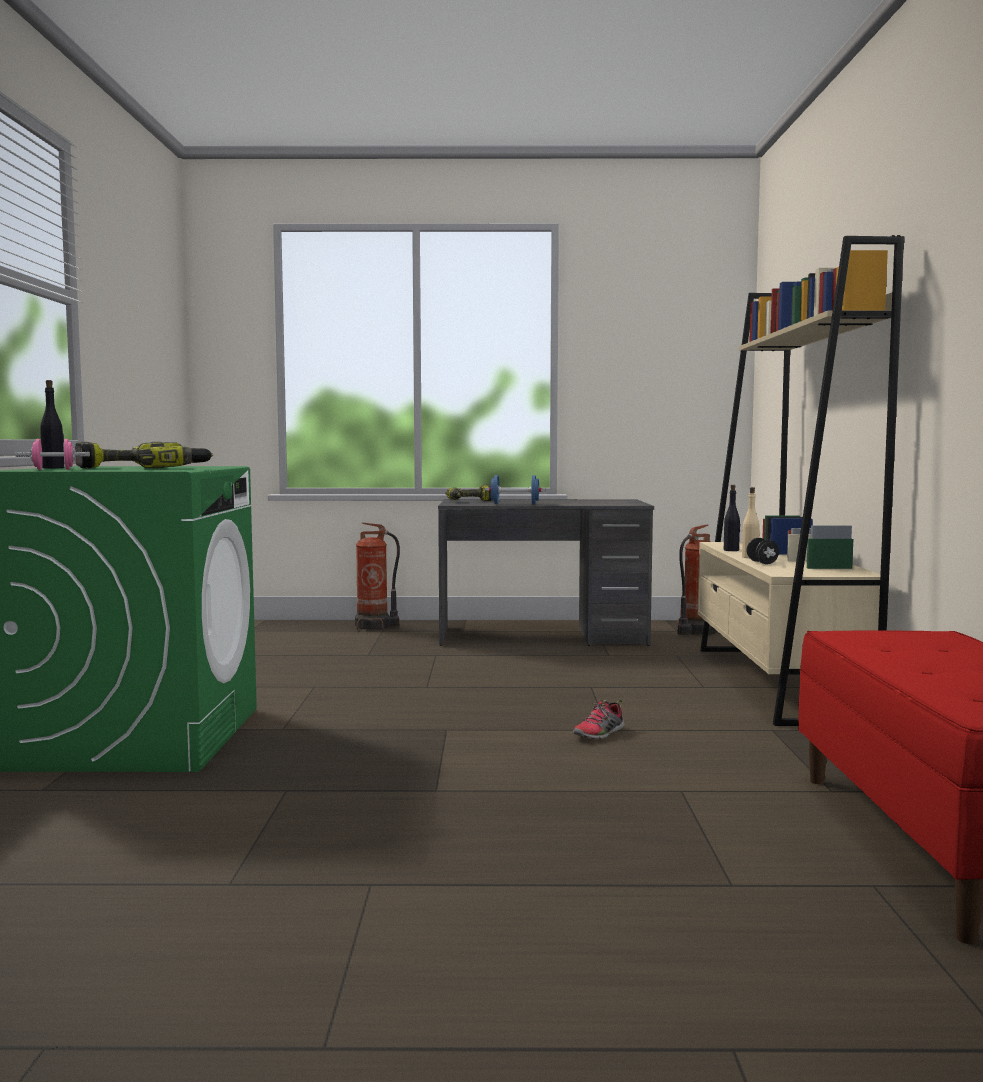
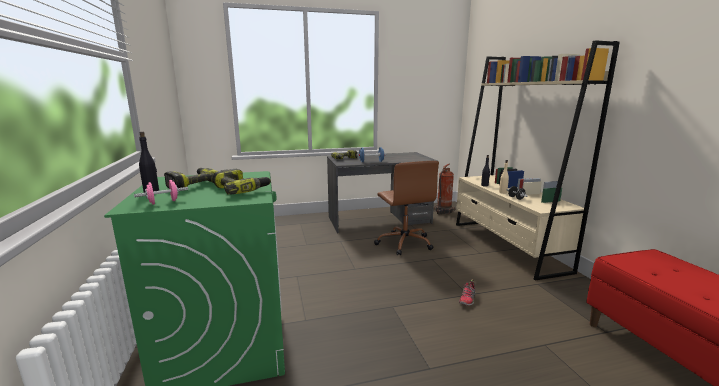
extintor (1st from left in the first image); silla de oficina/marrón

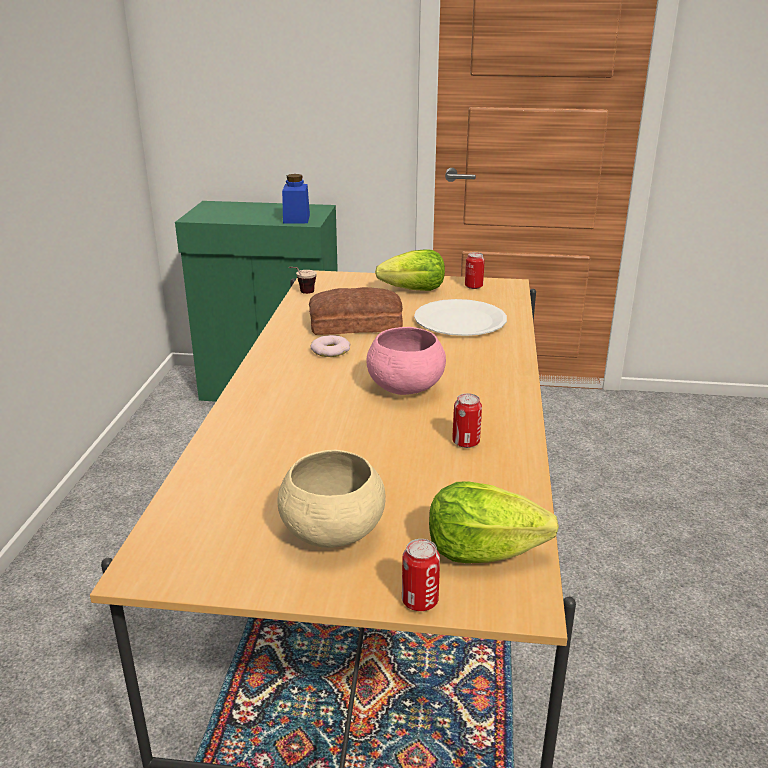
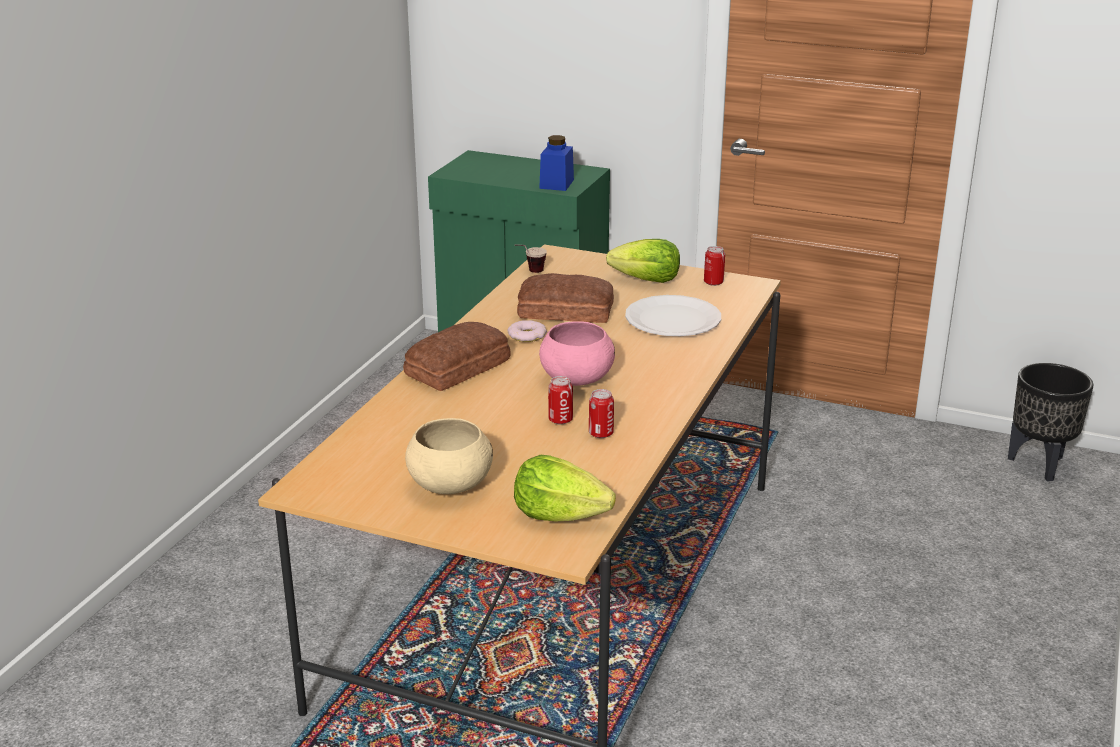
lata (1st from left); pan (1st from left); maceta/negro

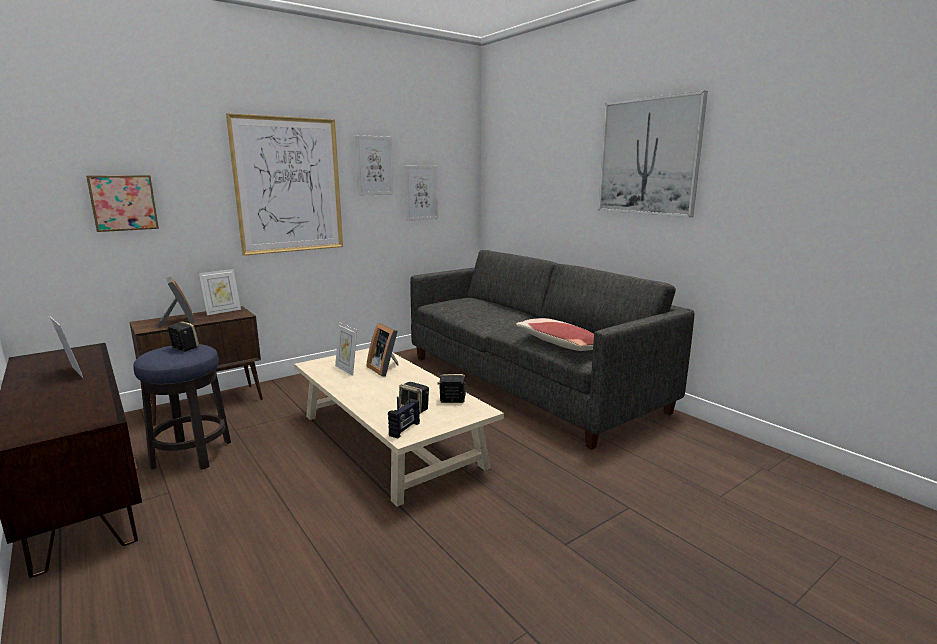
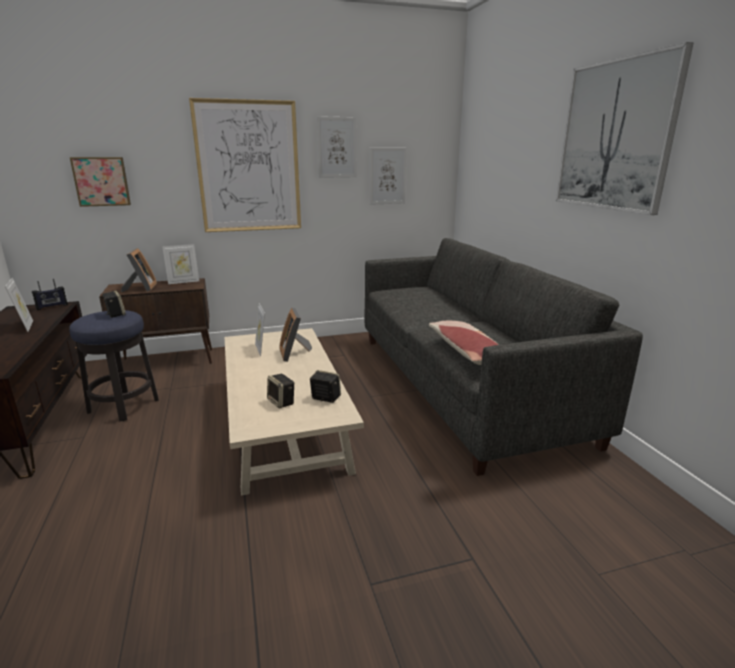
radio

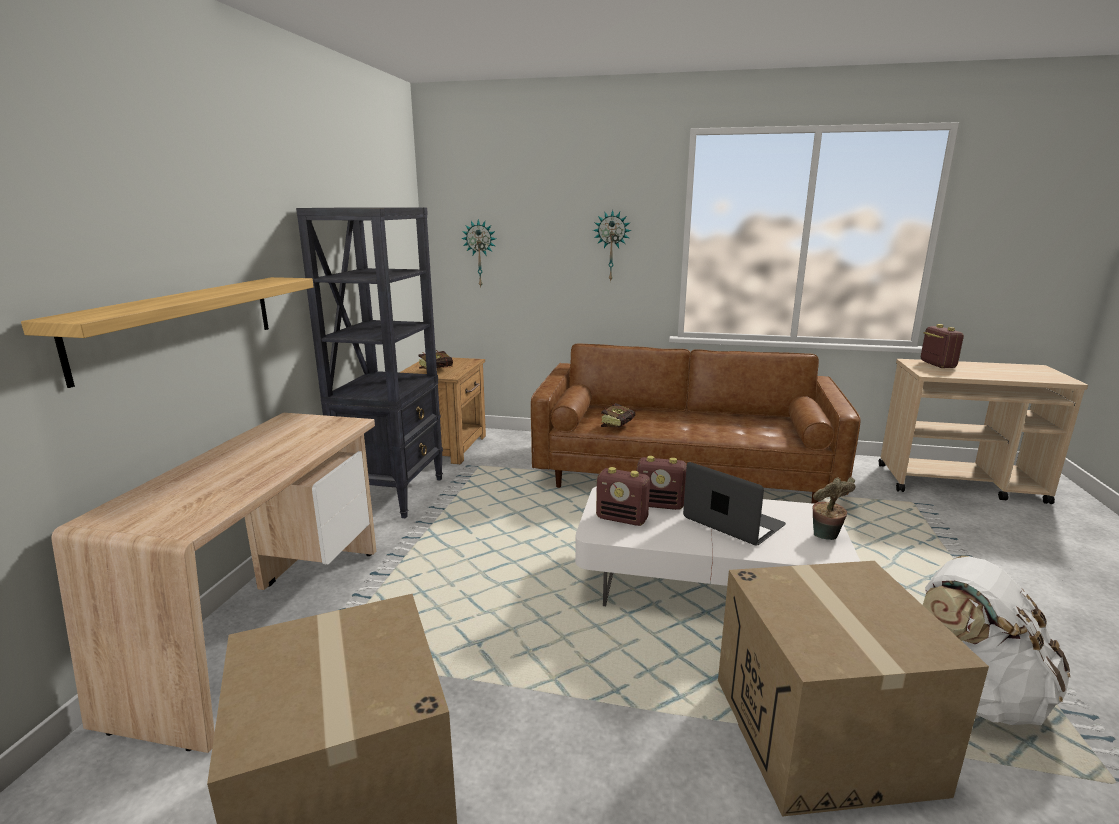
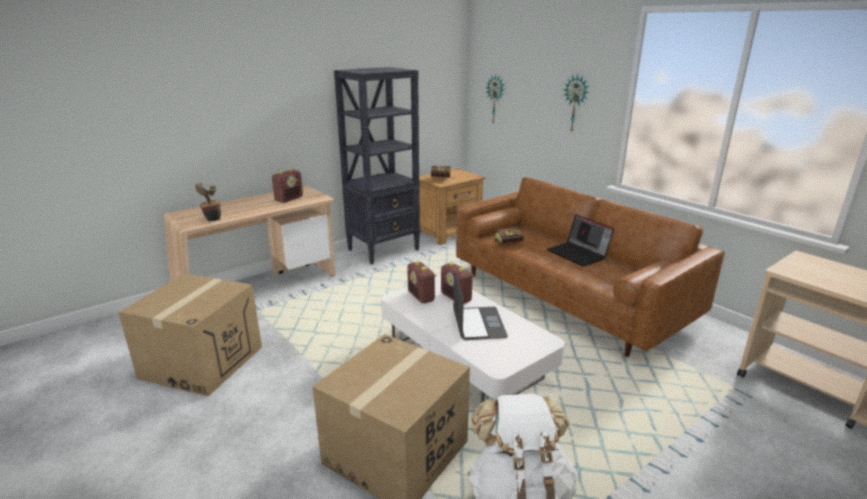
estante; radio (1st from left); planta en maceta; portátil (2nd from left)

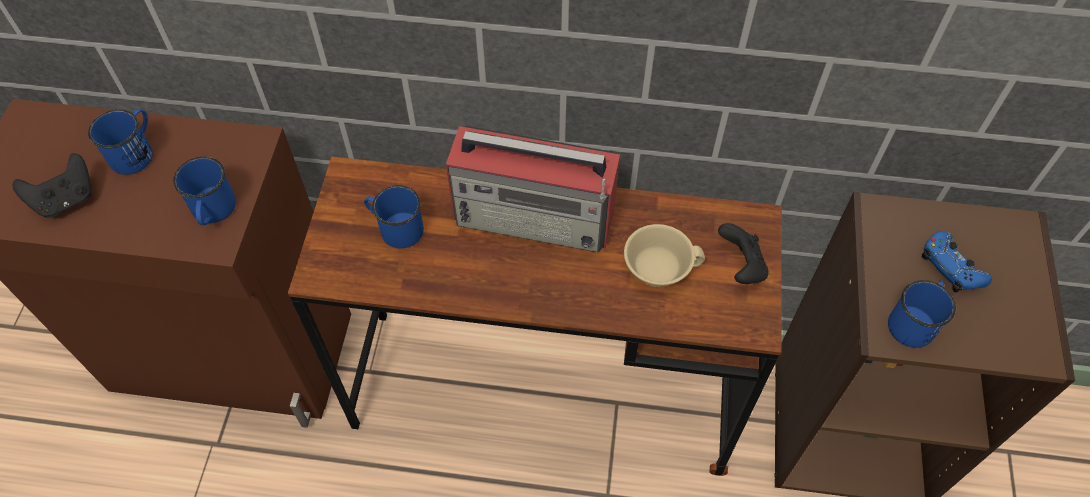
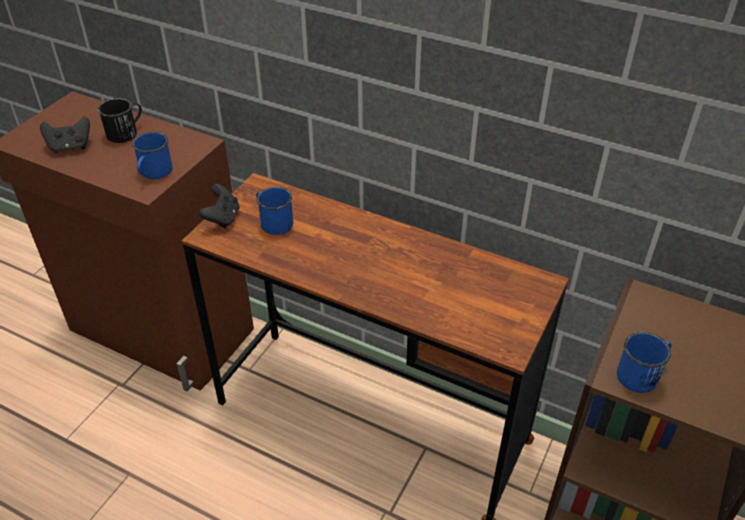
taza grande/negro; radio; mando de consola/negro (2nd from left); taza/beis; mando de consola/azul

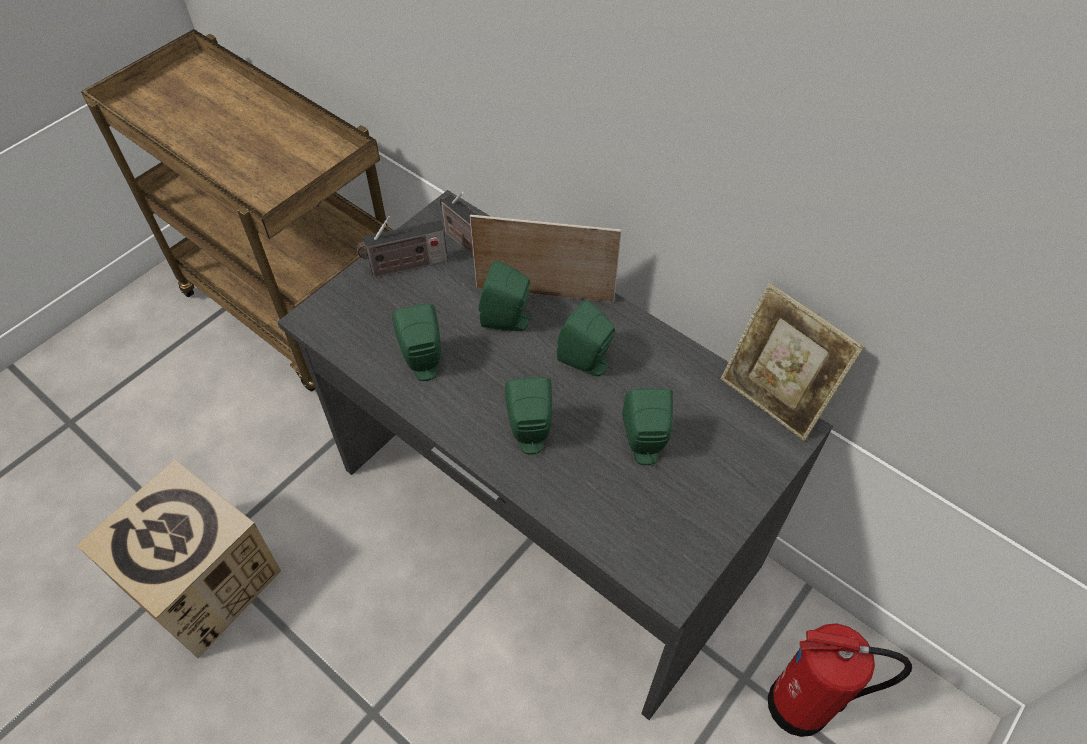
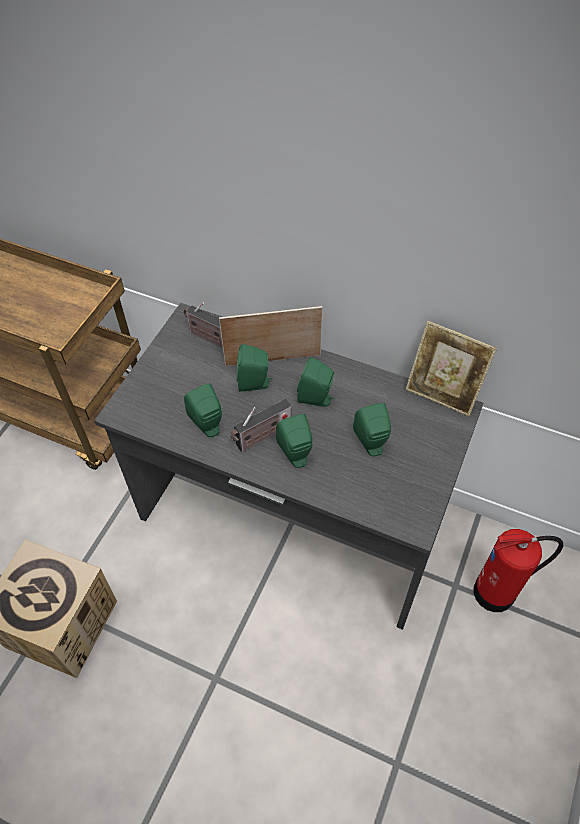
radio (2nd from left)

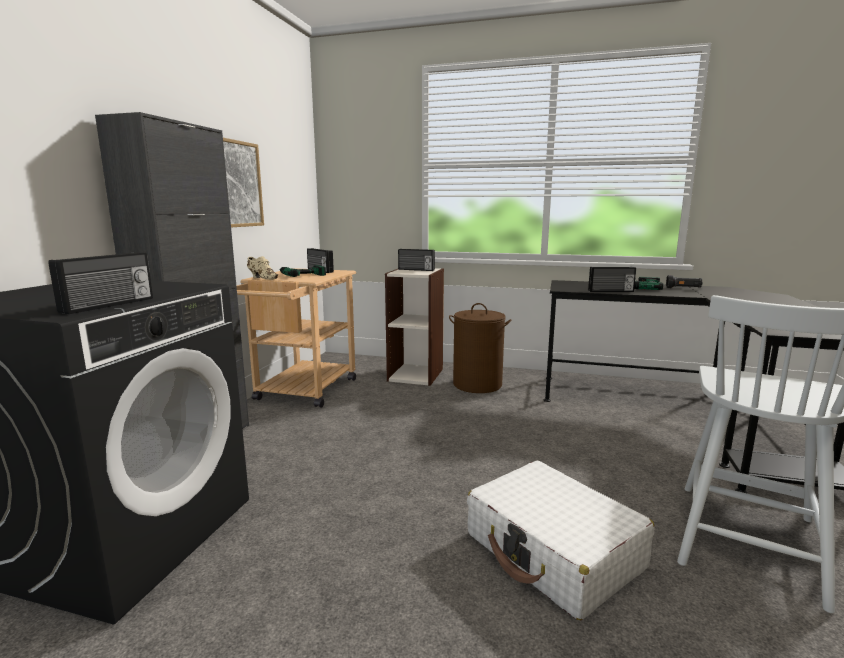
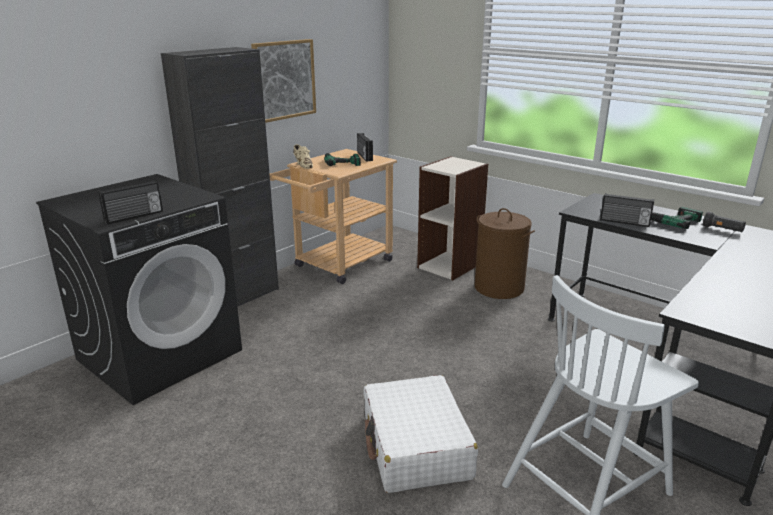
radio (3rd from left in the first image)

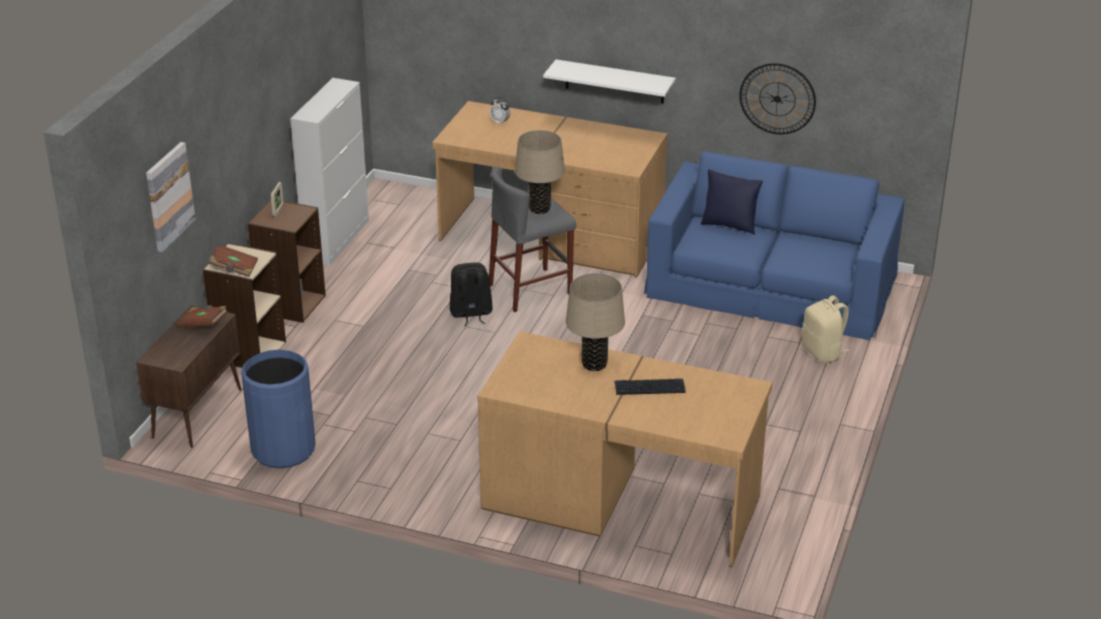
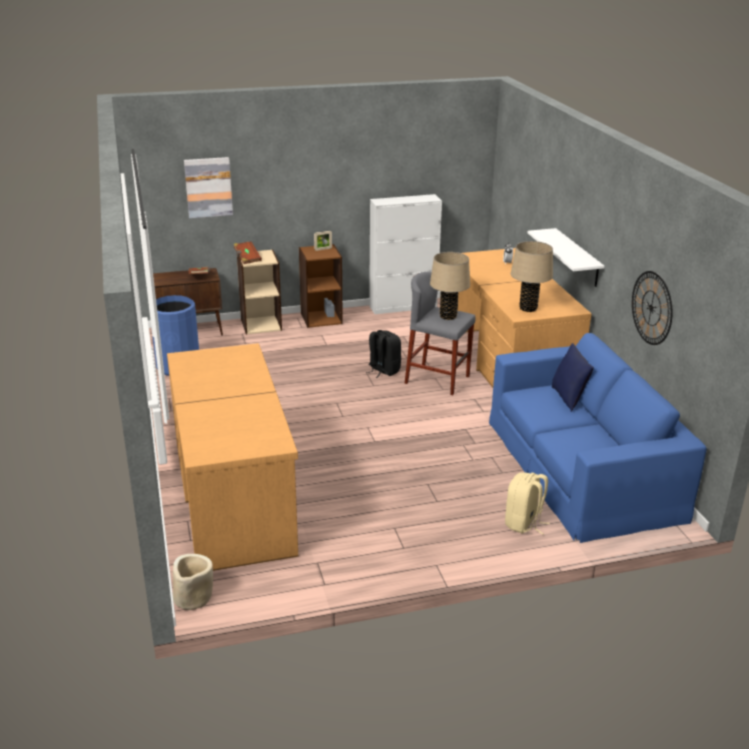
lámpara de mesa/beis (2nd from left); teclado; maceta/beis

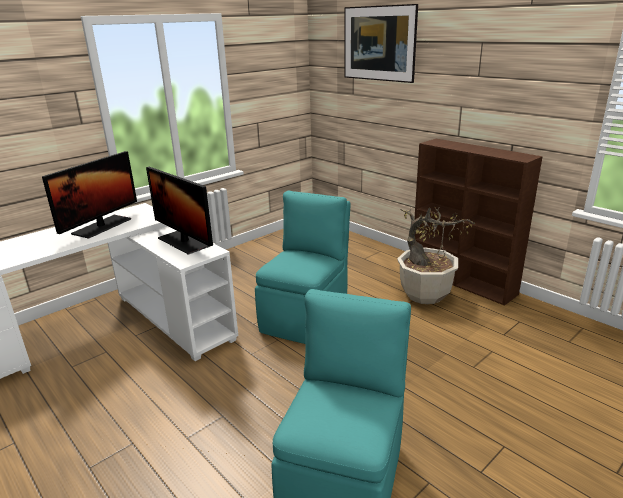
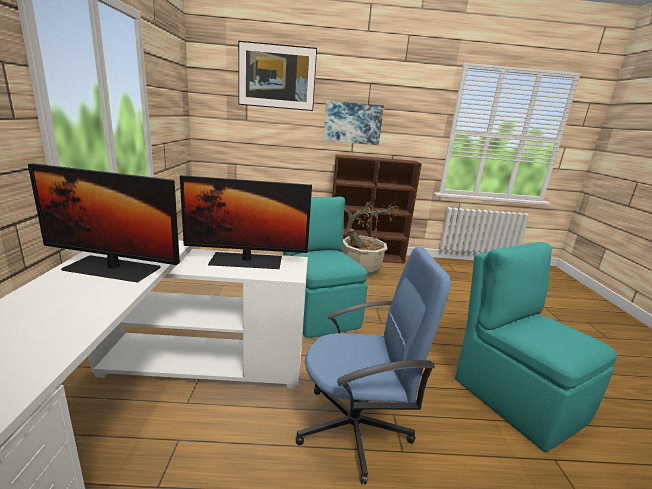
monitor (1st from left); cuadro (2nd from left); silla de oficina/azul

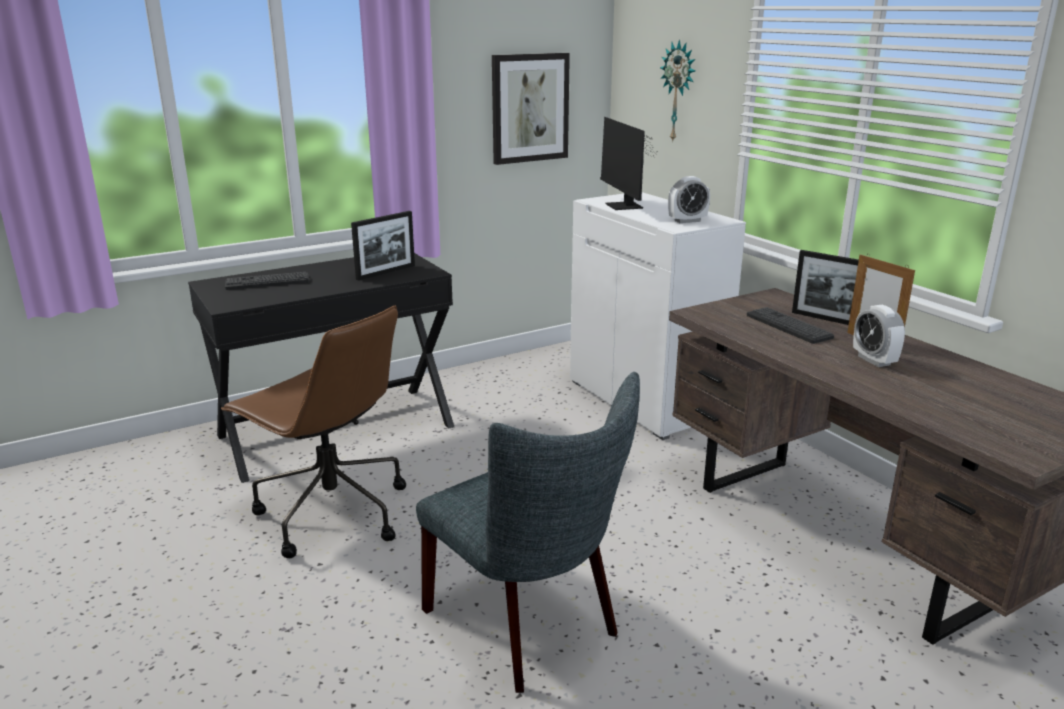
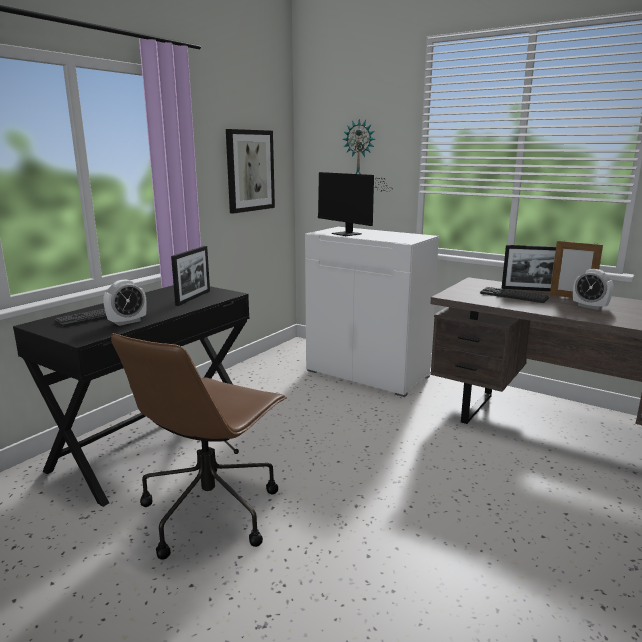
despertador (1st from left); silla de oficina/marrón; silla/gris

